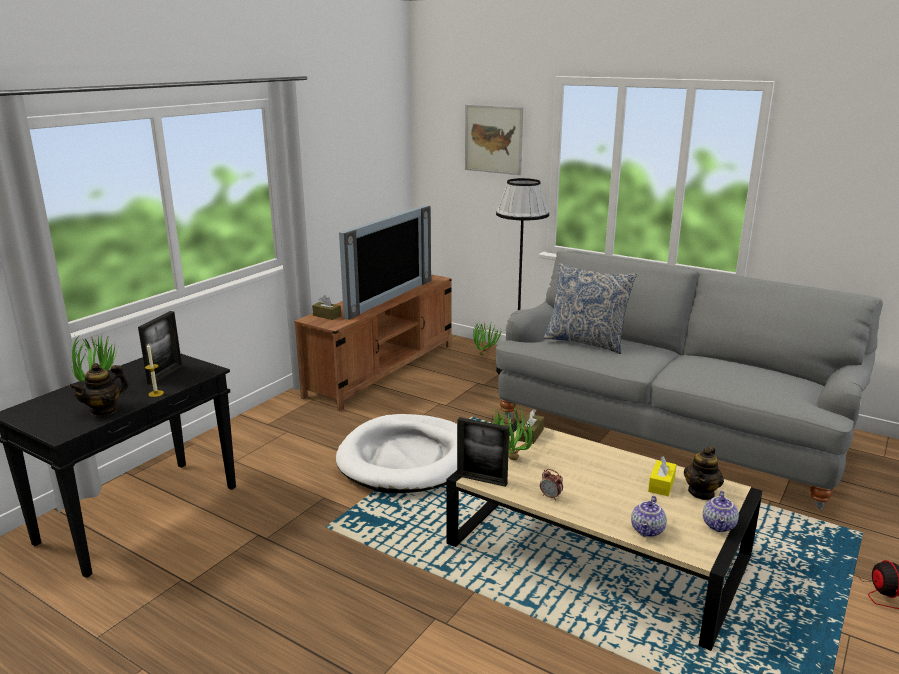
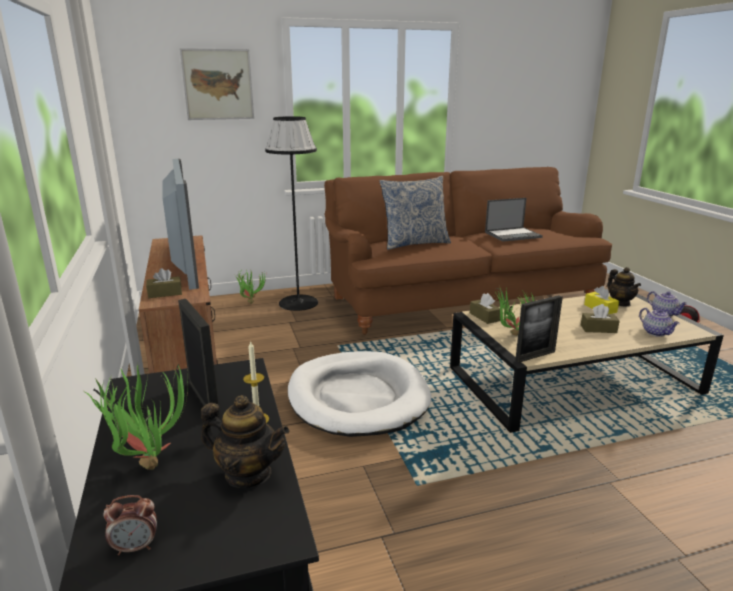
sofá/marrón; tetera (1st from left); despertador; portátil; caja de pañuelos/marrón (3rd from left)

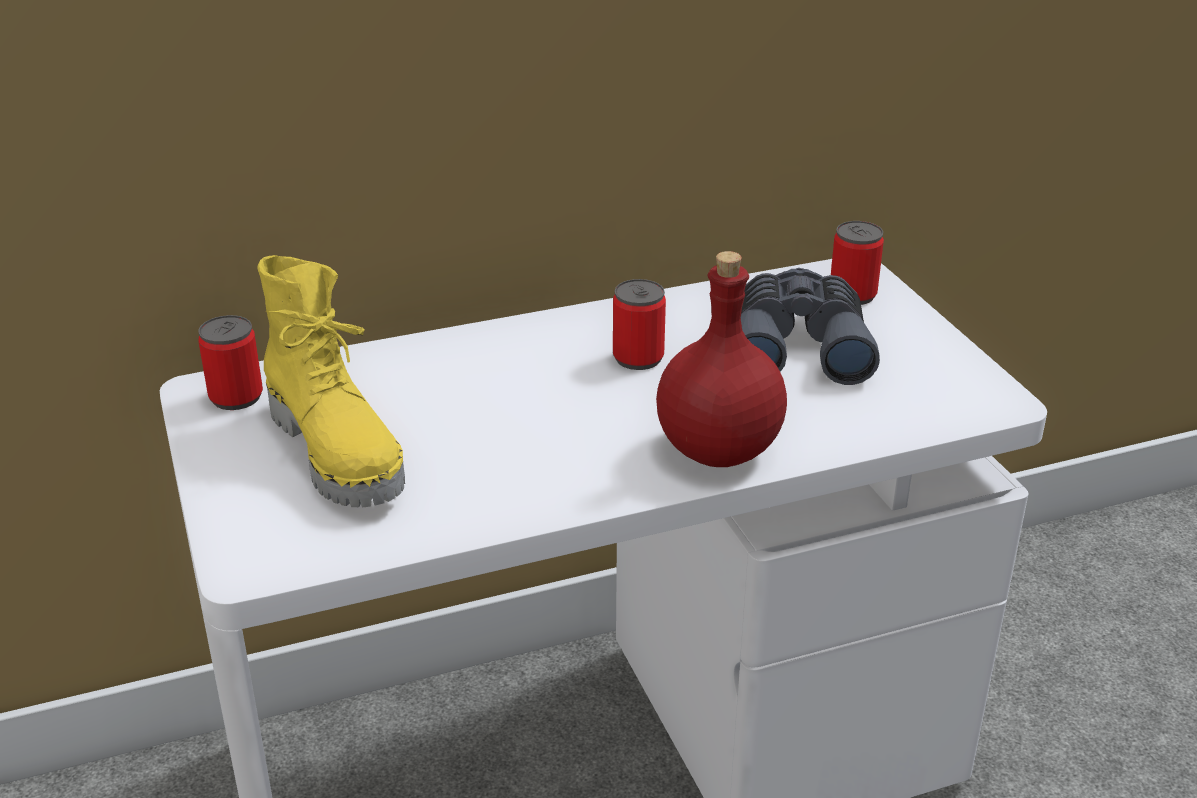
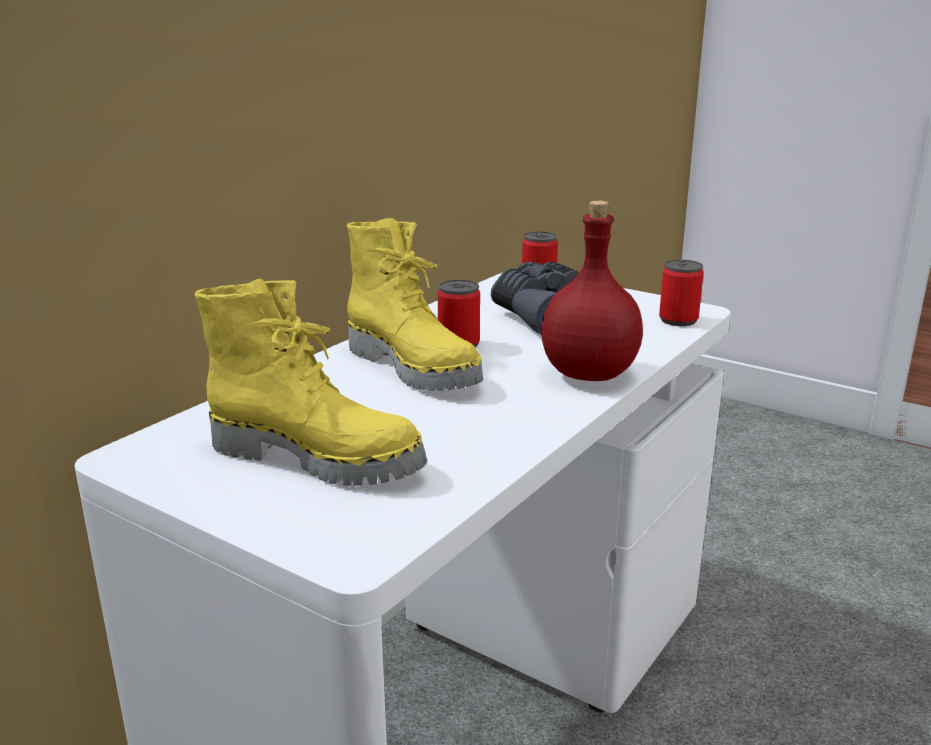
lata (3rd from left); bota/amarillo (2nd from left)

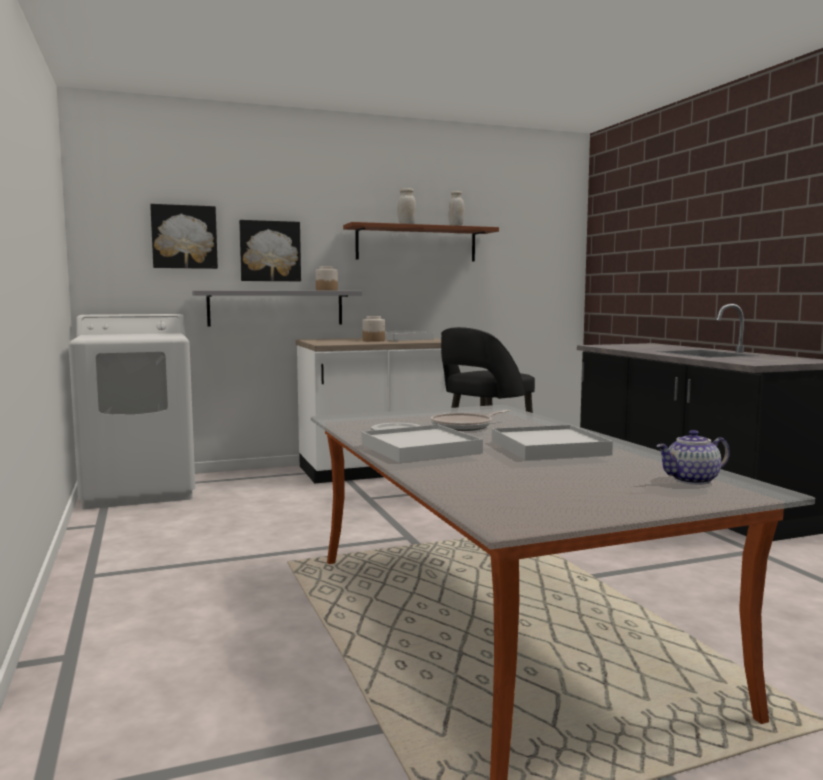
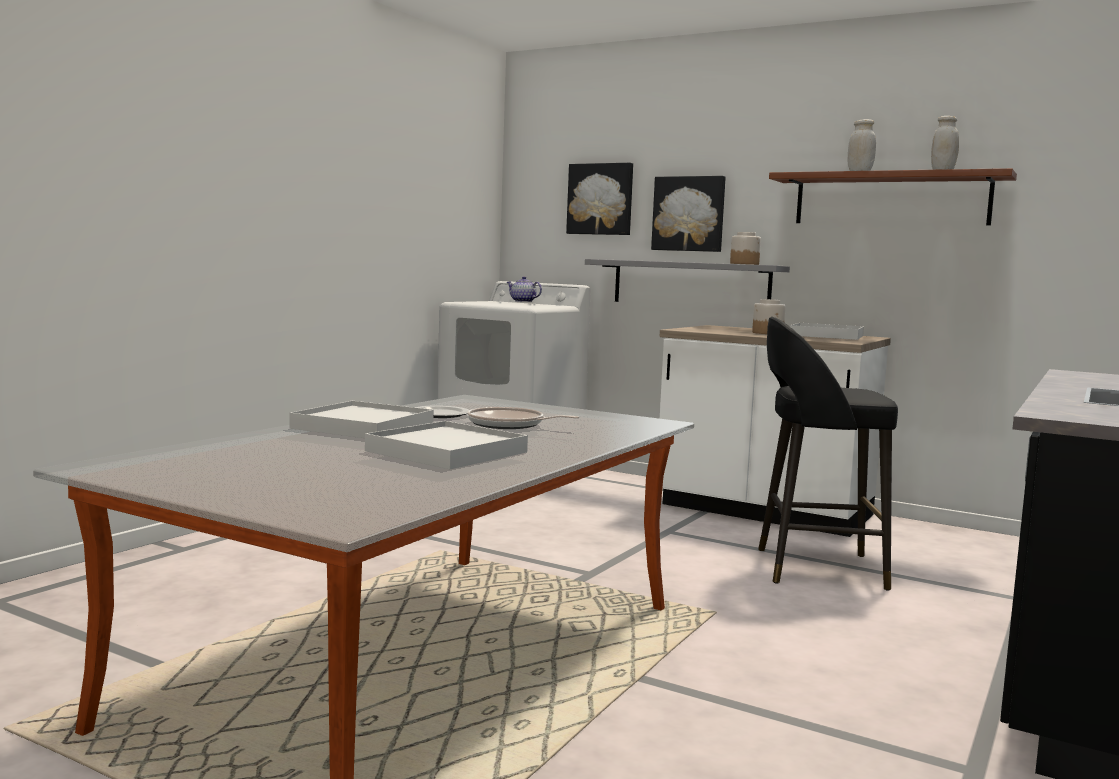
tetera

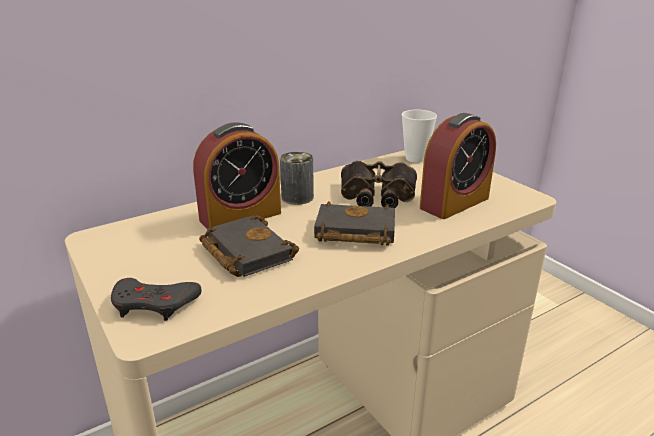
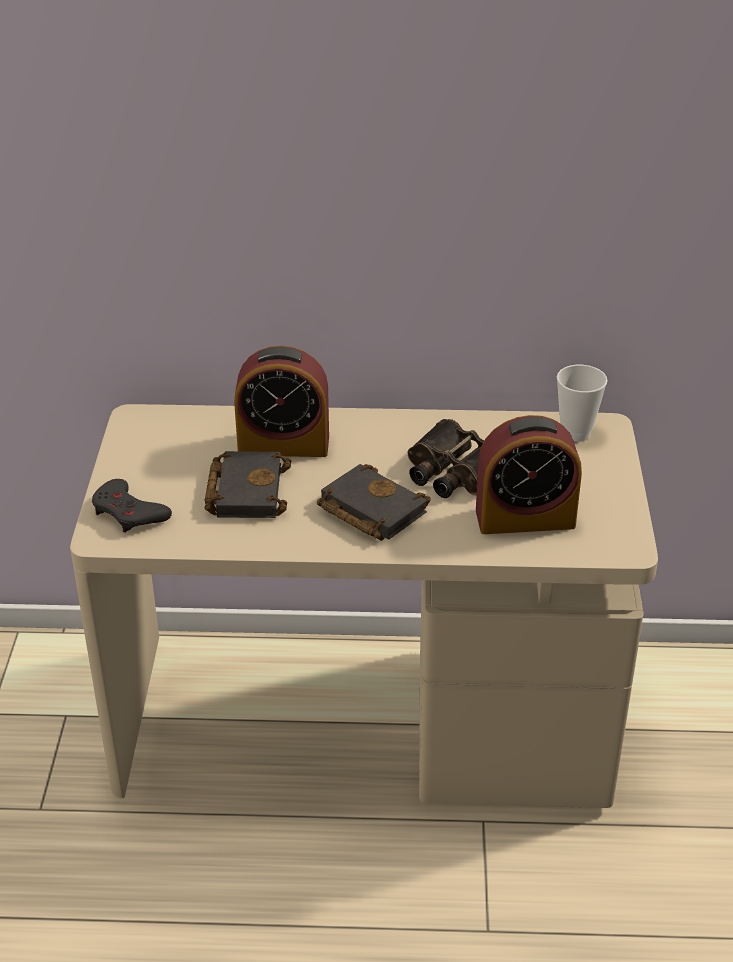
lata

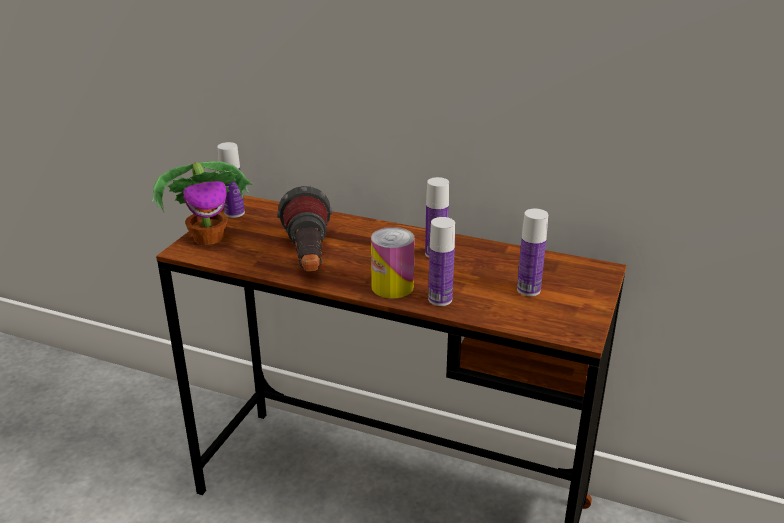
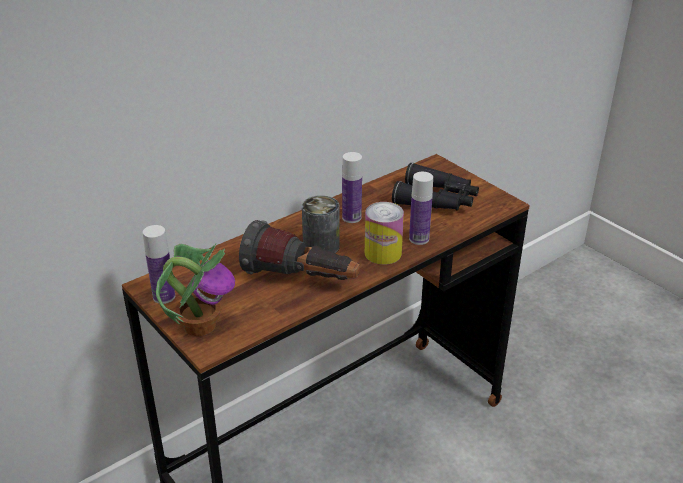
prismáticos/negro; lata (1st from left)

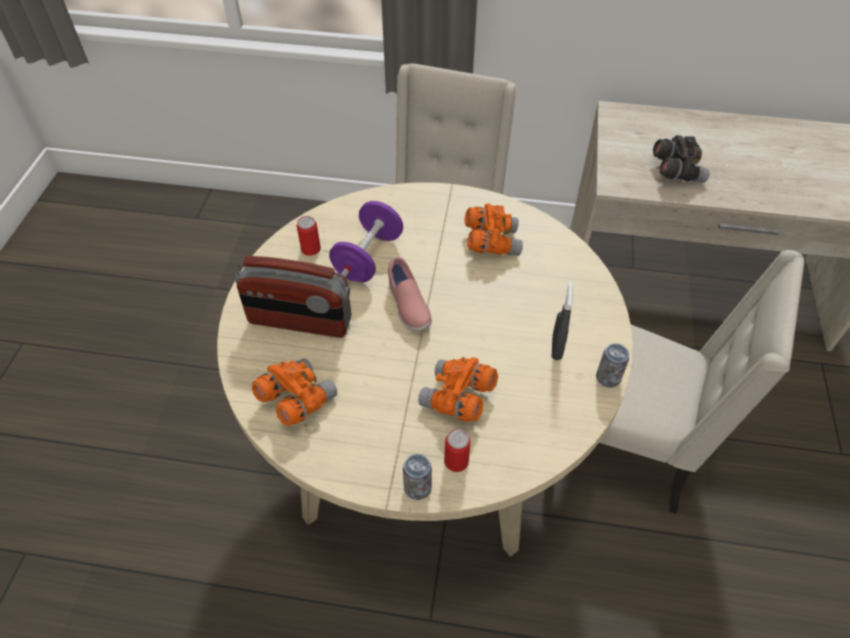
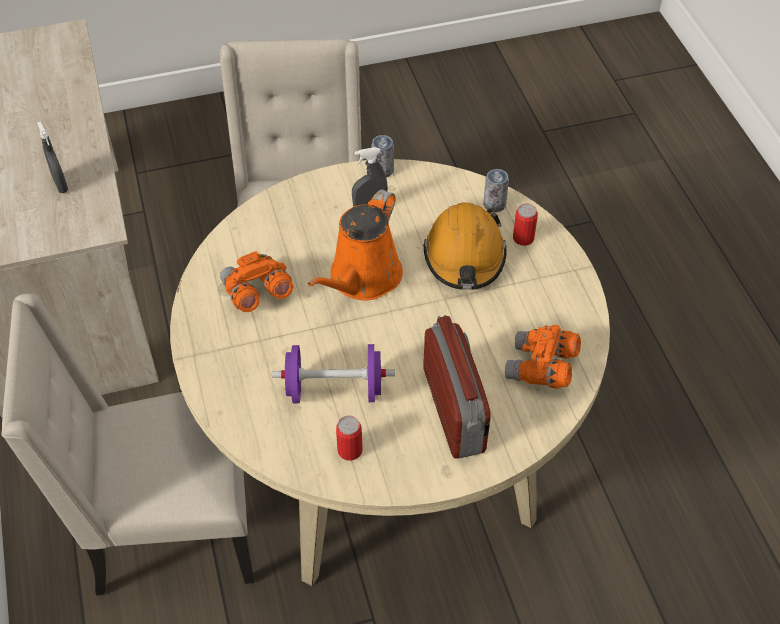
pulverizador/gris (1st from left); zapato/rosa; casco/naranja; lata (3rd from left); regadera/naranja

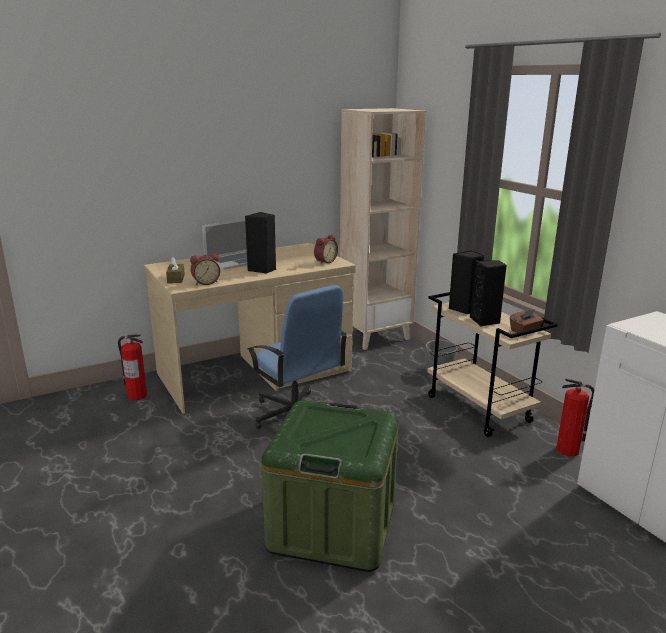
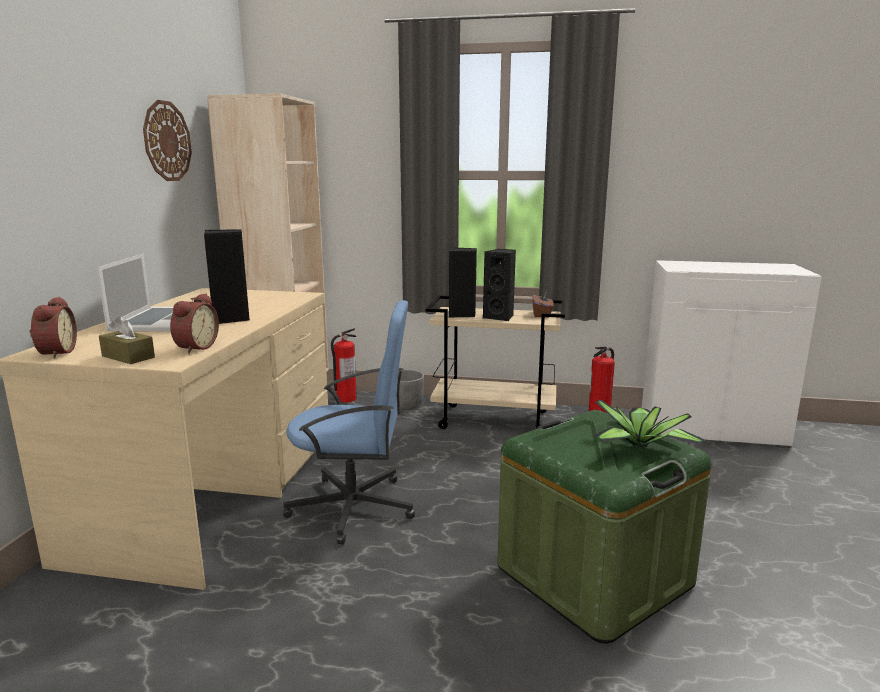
despertador (1st from left); extintor (1st from left); reloj de pared; planta en maceta

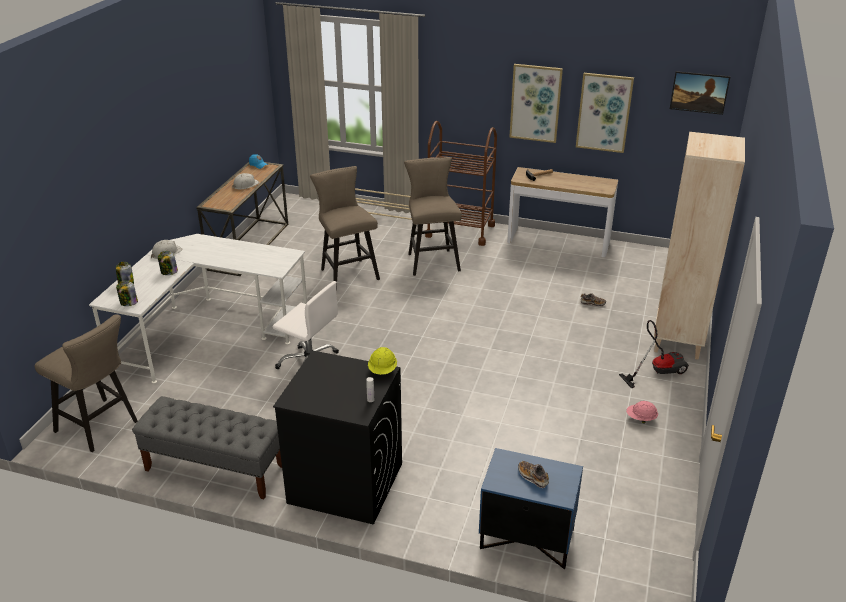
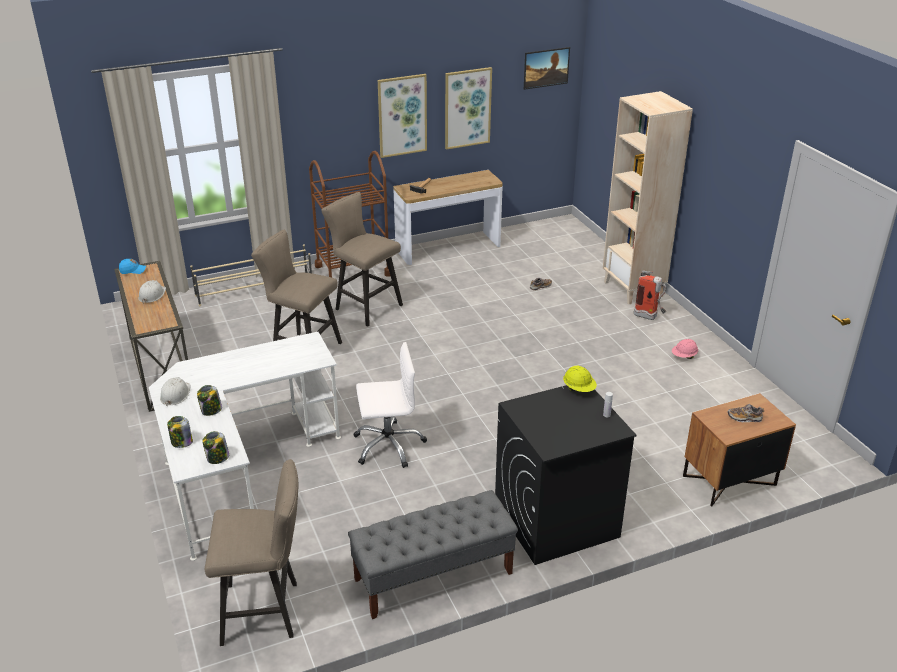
extintor; mesita de noche/marrón

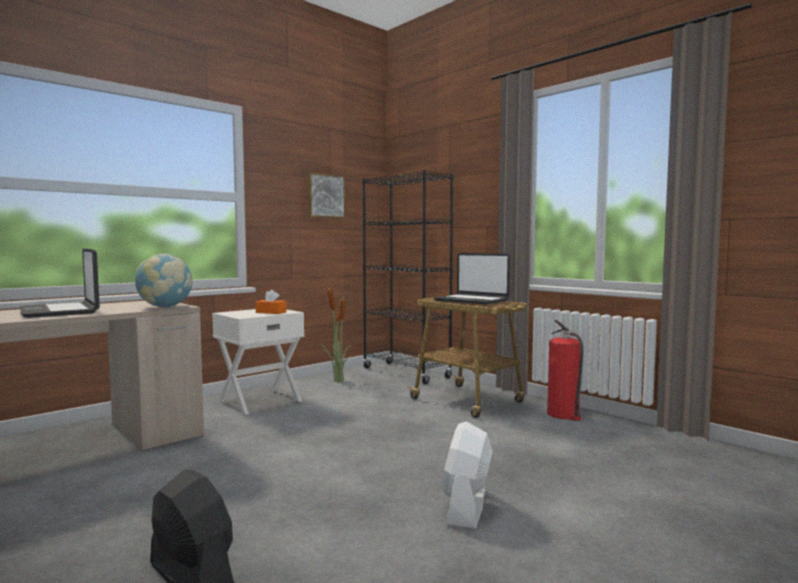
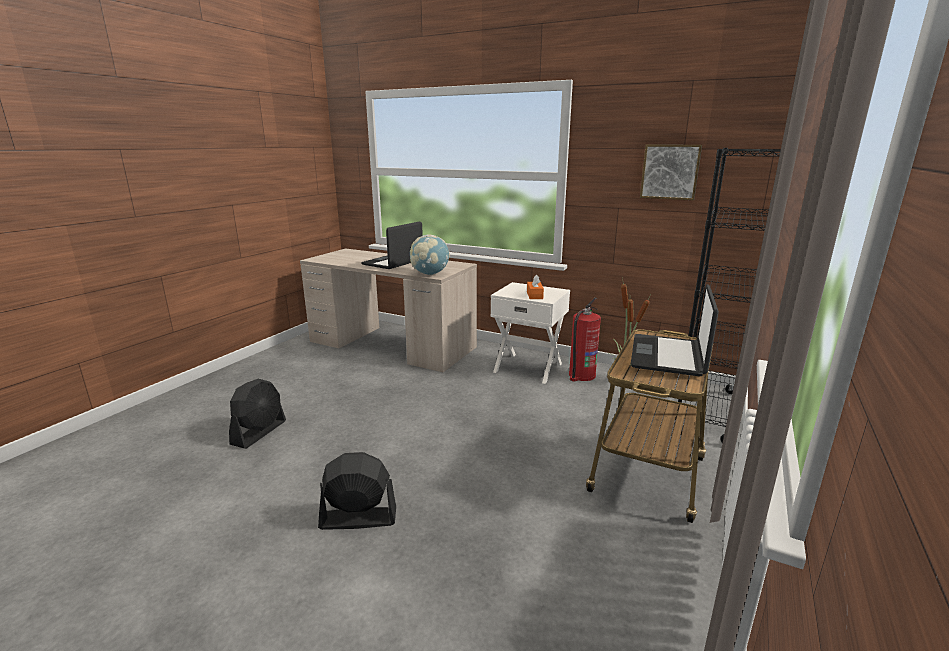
extintor; ventilador/negro (2nd from left)

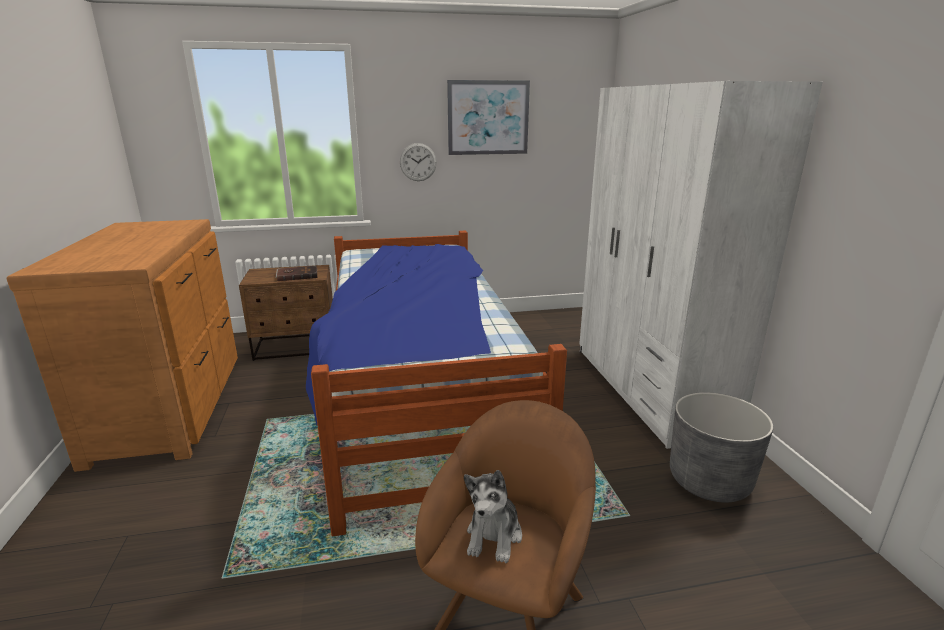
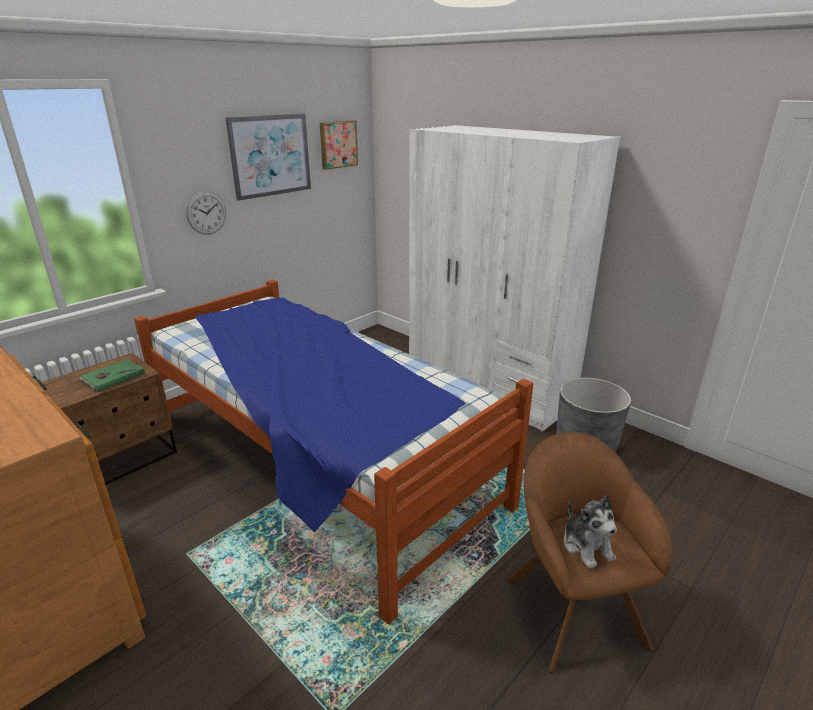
libro/verde; cuadro (2nd from left)

